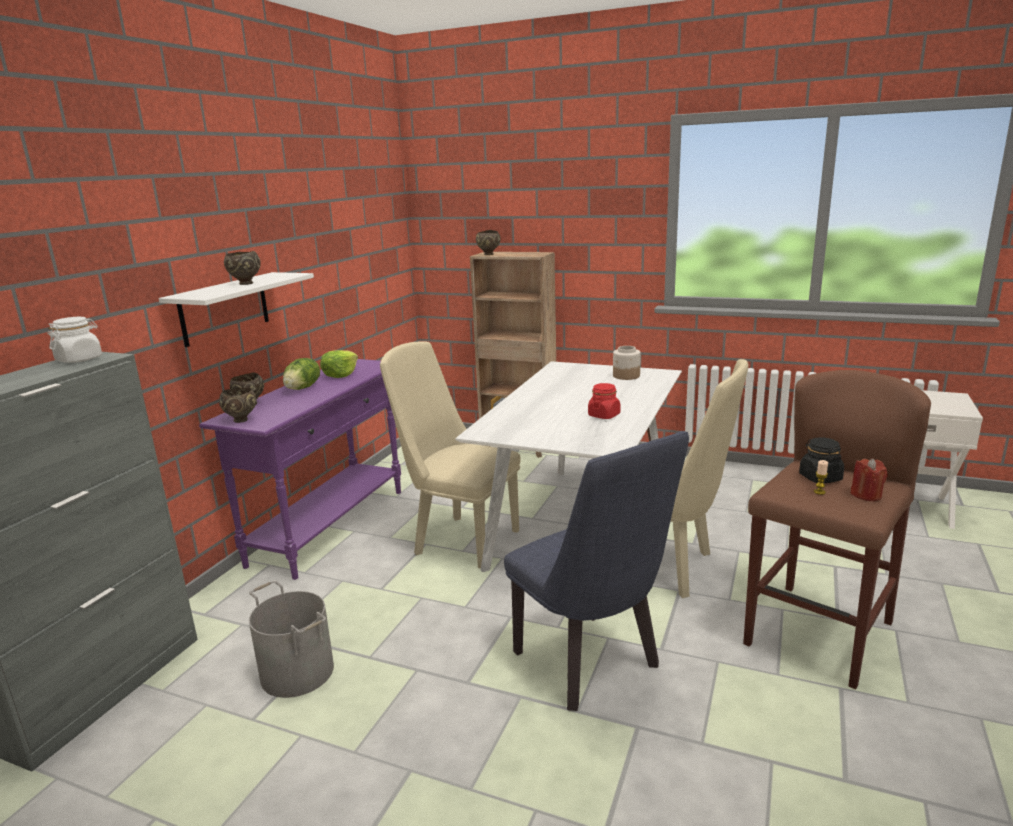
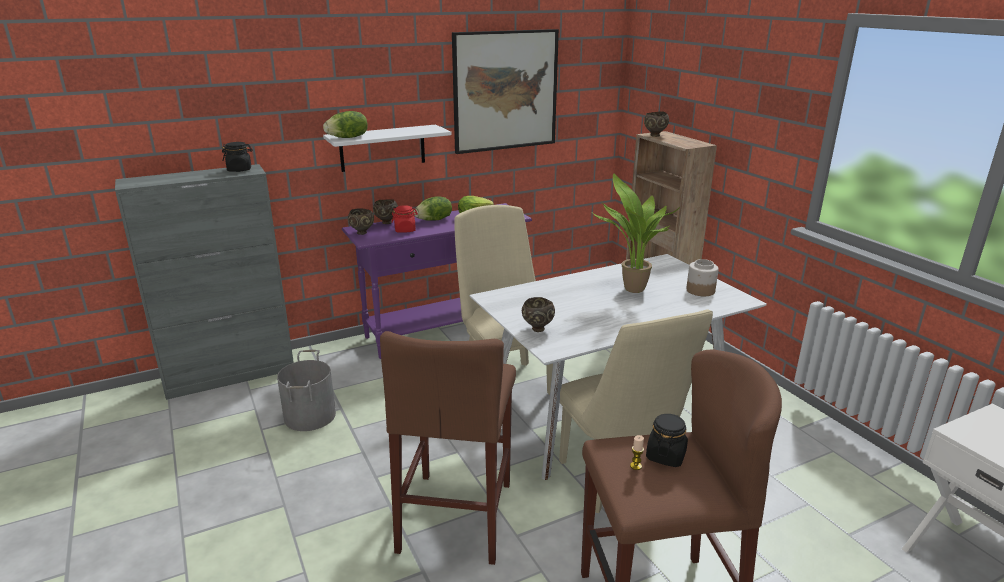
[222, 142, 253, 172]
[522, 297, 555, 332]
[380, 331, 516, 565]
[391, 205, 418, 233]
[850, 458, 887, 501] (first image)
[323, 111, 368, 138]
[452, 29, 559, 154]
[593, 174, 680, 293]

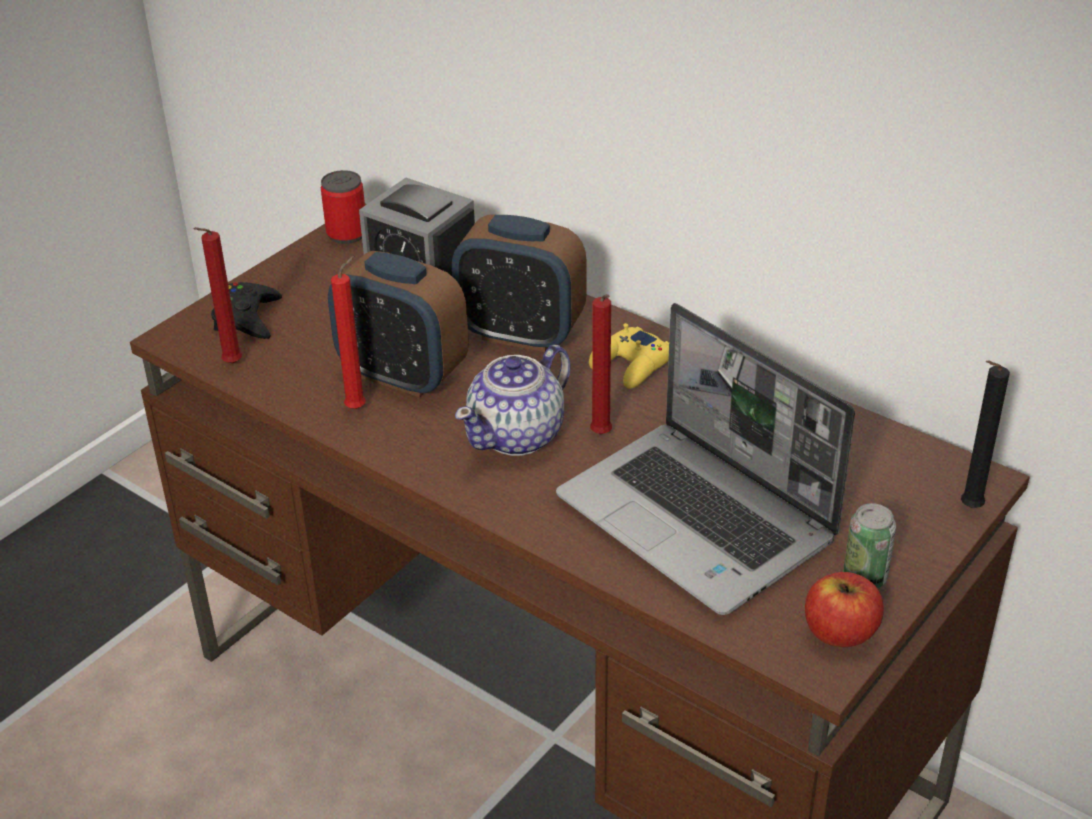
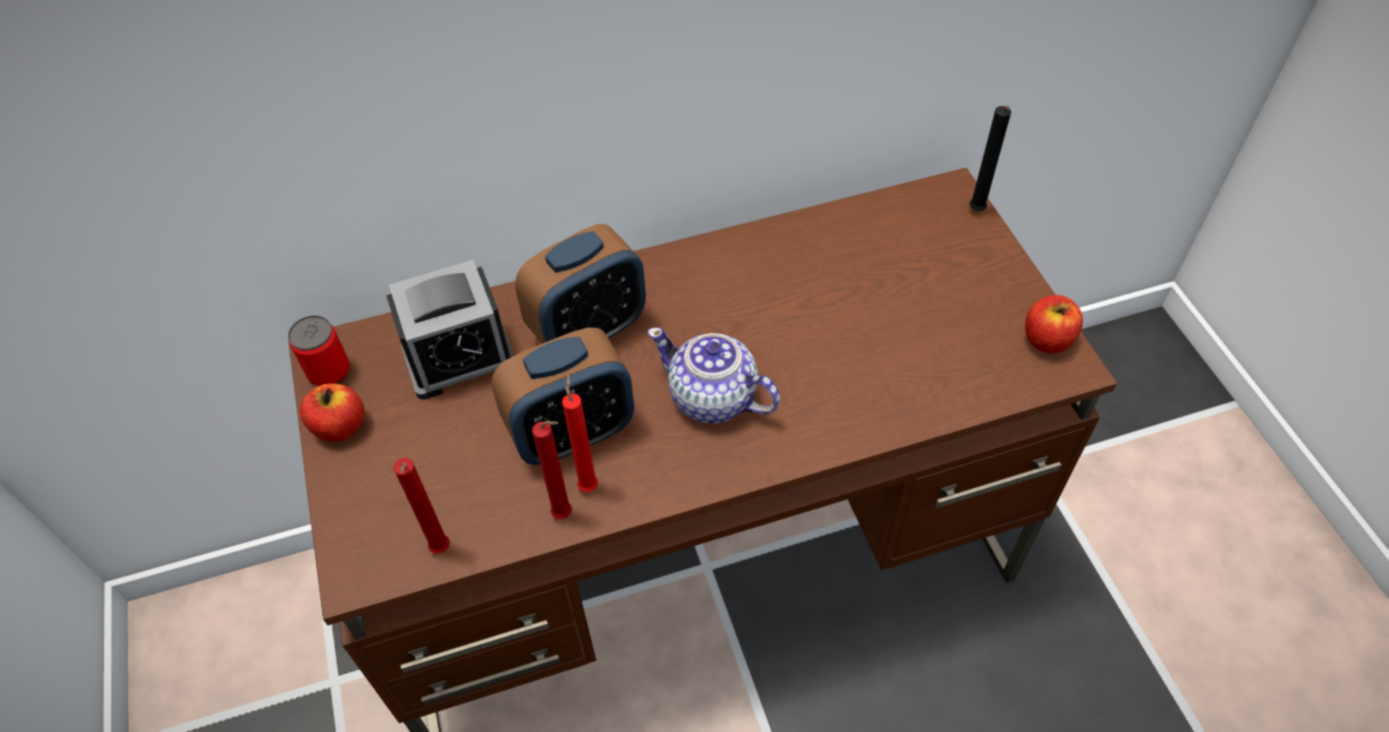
[211, 282, 282, 339] (first image)
[647, 327, 781, 423]
[556, 303, 855, 615] (first image)
[589, 323, 669, 389] (first image)
[532, 420, 572, 519]
[843, 503, 896, 588] (first image)
[300, 383, 365, 442]

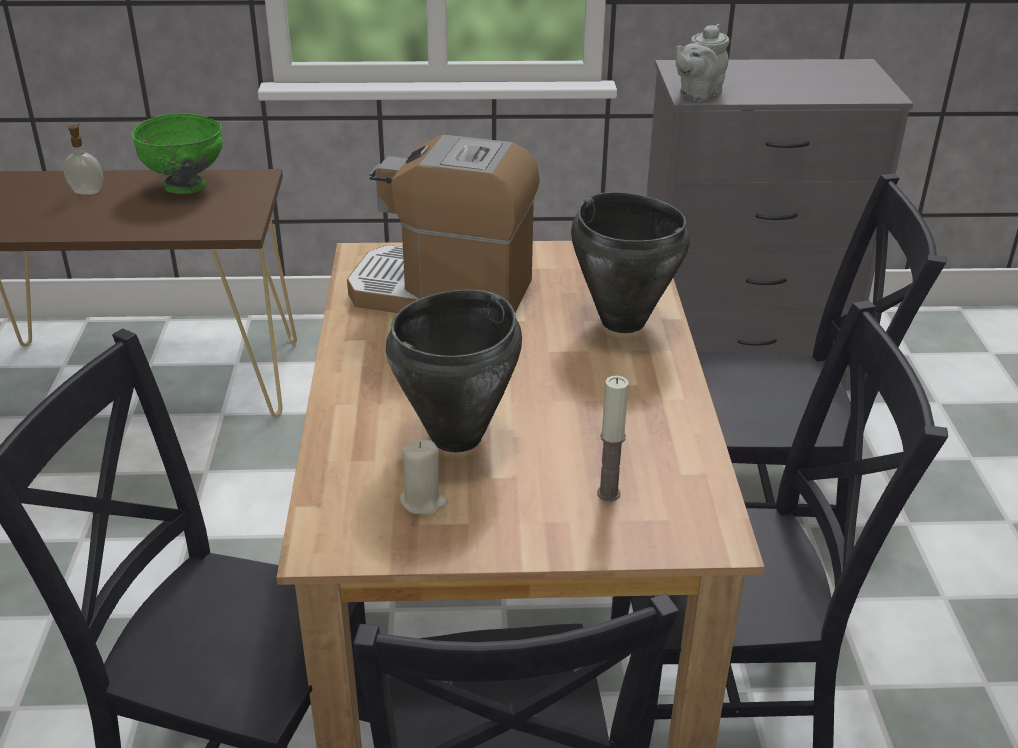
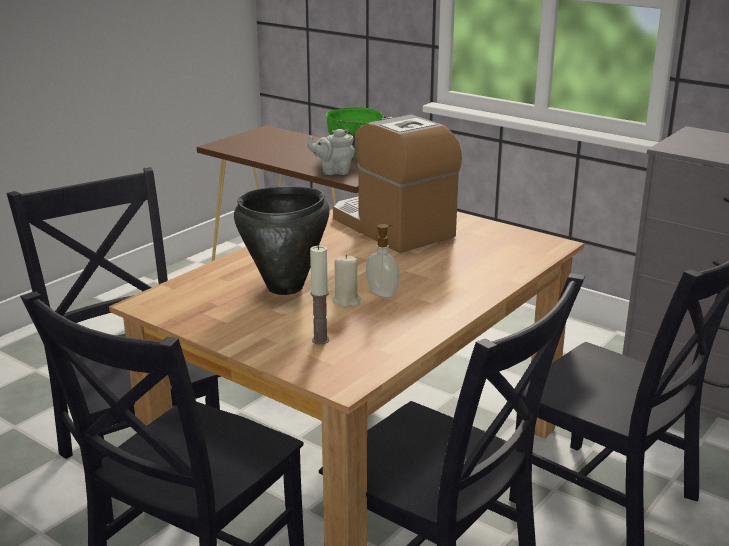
[366, 224, 400, 297]
[333, 255, 361, 307]
[571, 192, 690, 333] (first image)
[307, 129, 355, 175]

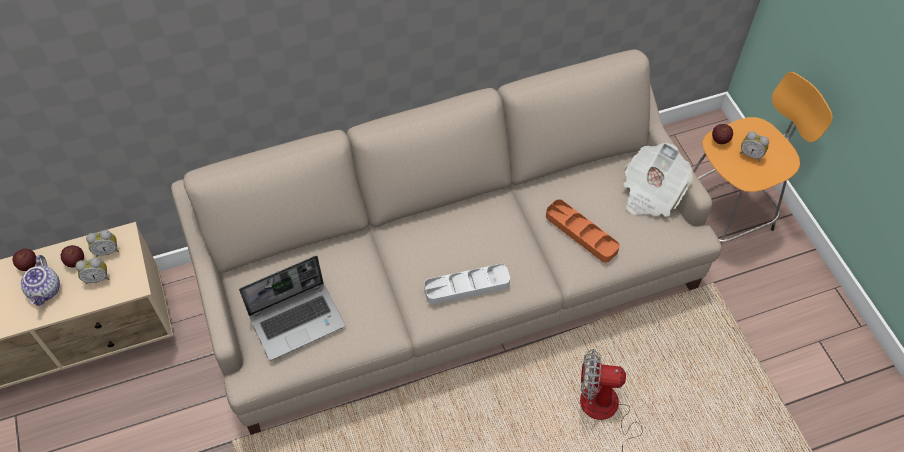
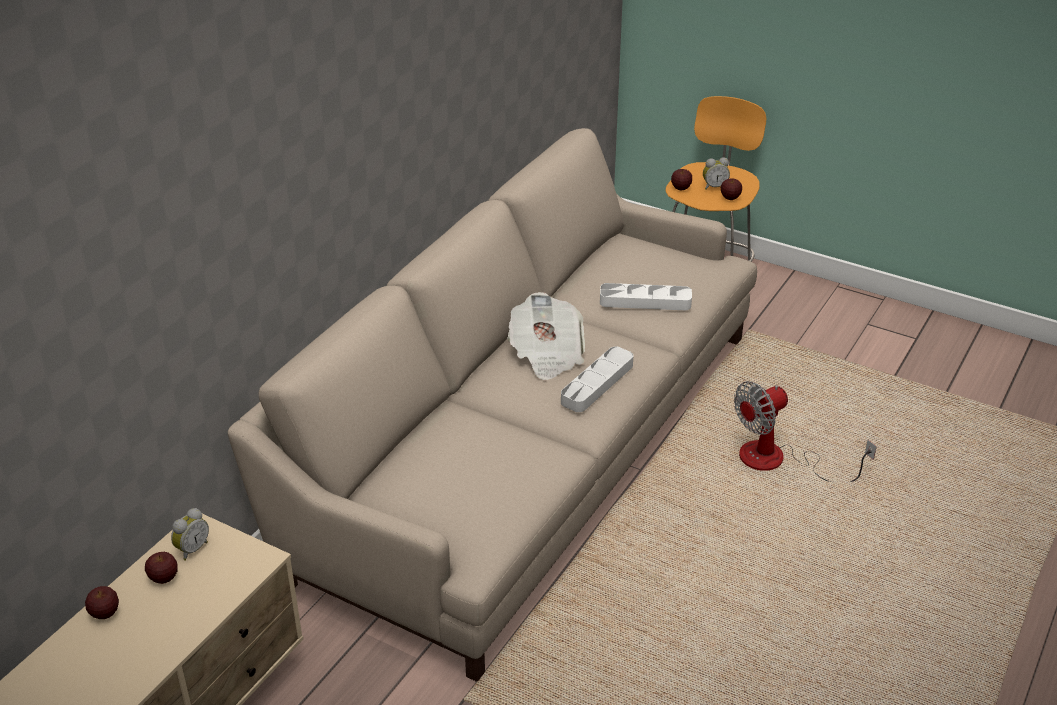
[21, 255, 60, 306] (first image)
[75, 258, 109, 284] (first image)
[239, 256, 345, 360] (first image)
[600, 283, 692, 310]
[507, 292, 585, 380]
[721, 178, 742, 200]

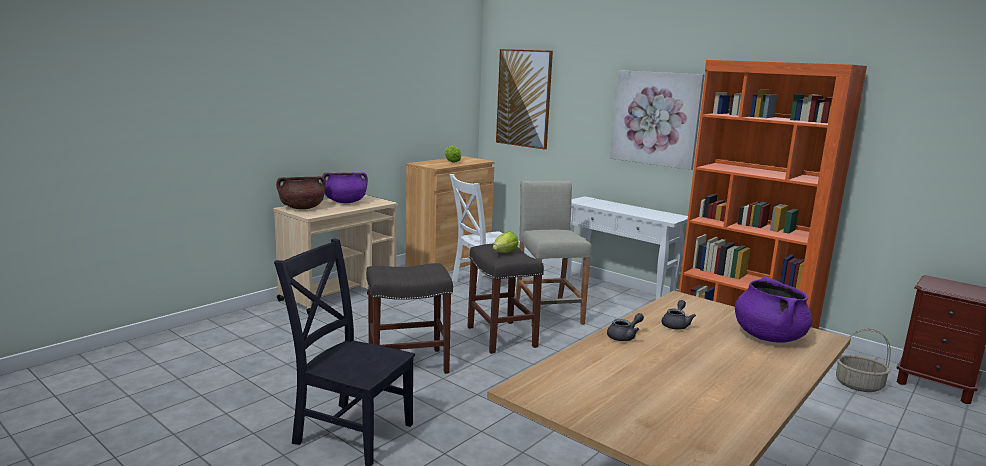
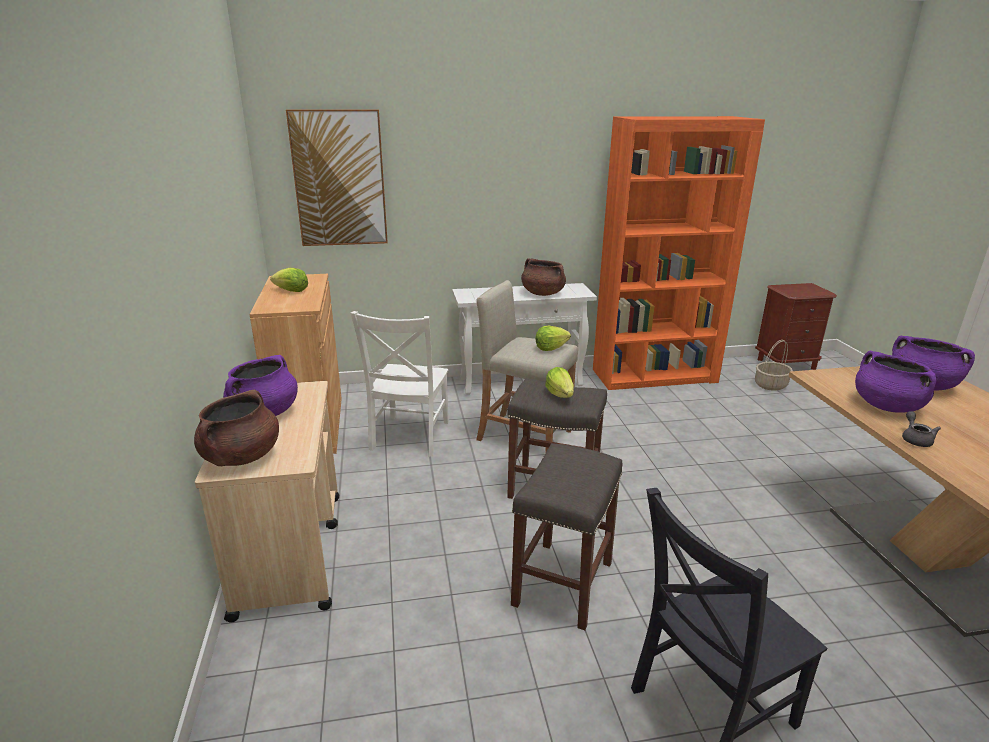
[610, 70, 705, 170] (first image)
[855, 350, 936, 413]
[521, 258, 566, 296]
[536, 326, 571, 351]

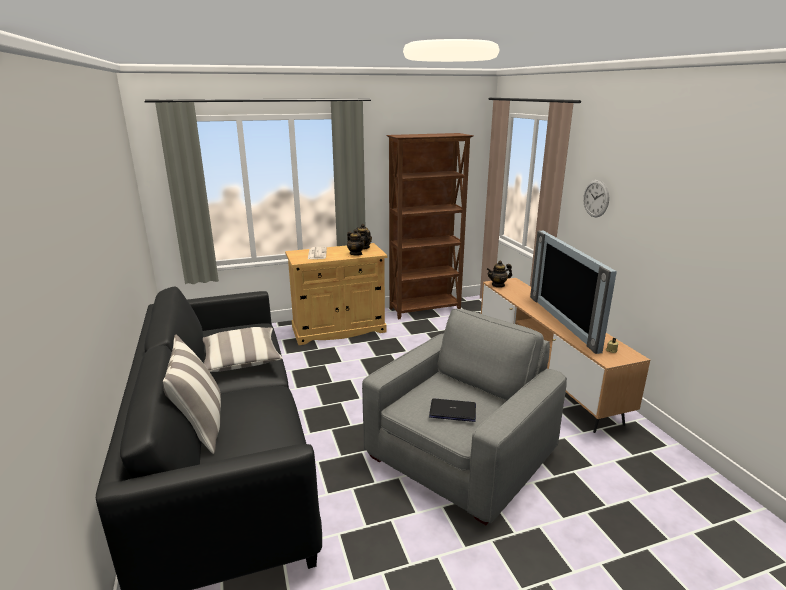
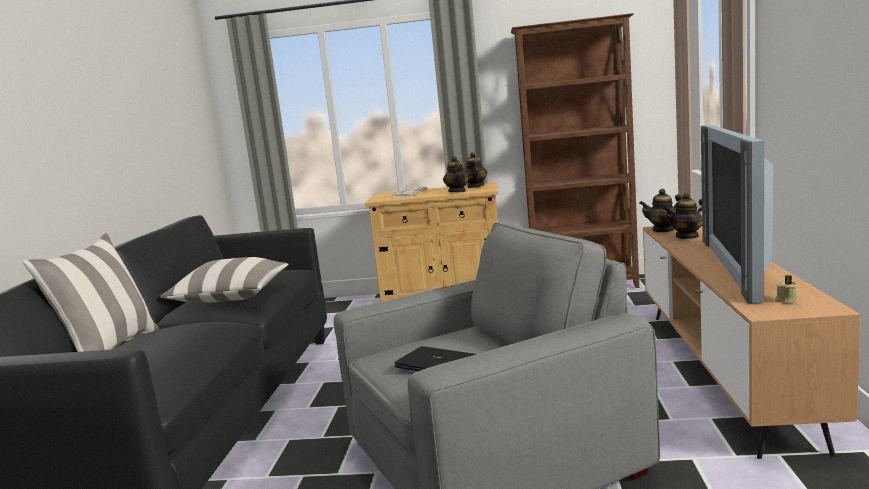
[583, 180, 609, 217] (first image)
[662, 193, 702, 239]

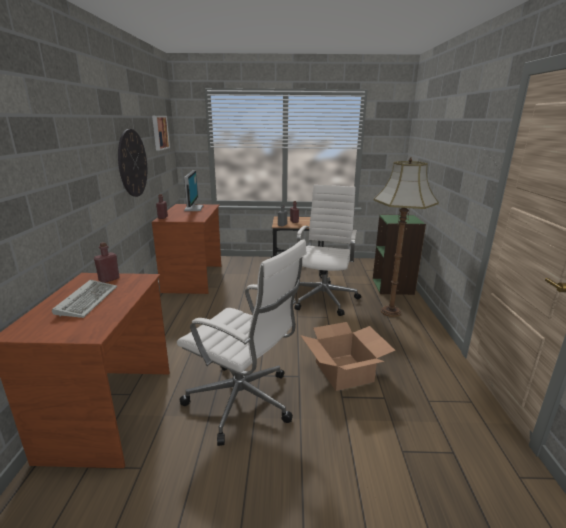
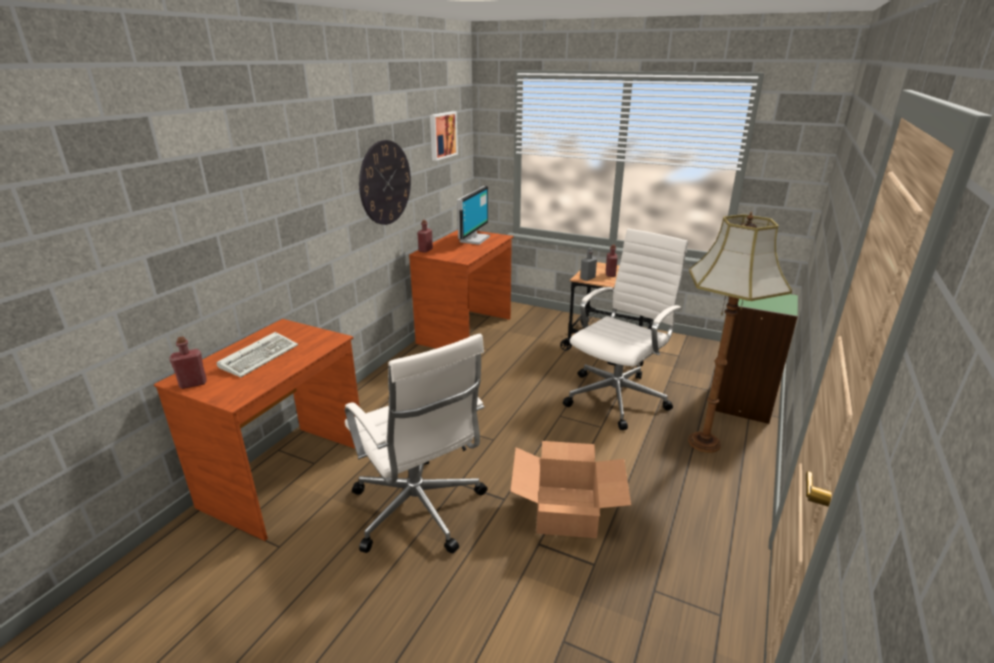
[169, 337, 207, 389]

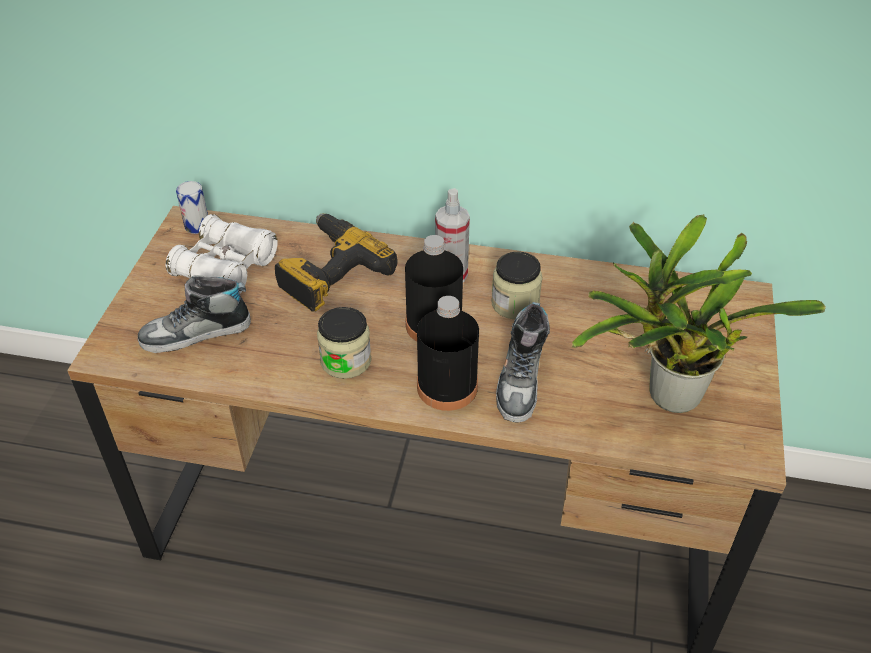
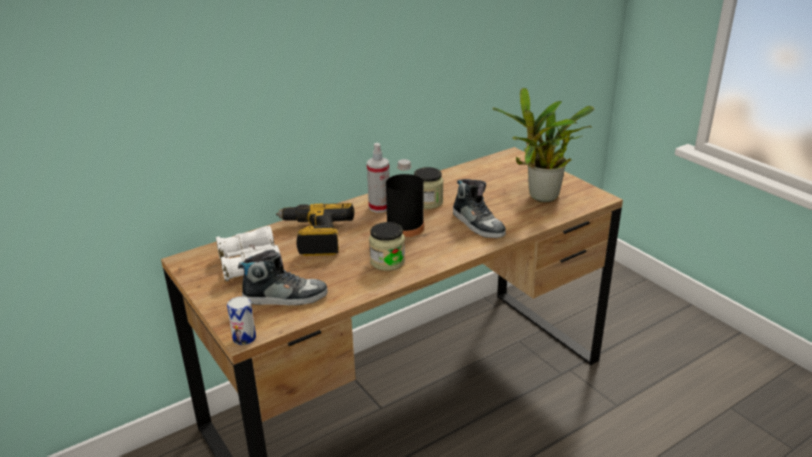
[238, 250, 328, 305]
[227, 296, 256, 345]
[417, 296, 479, 411] (first image)

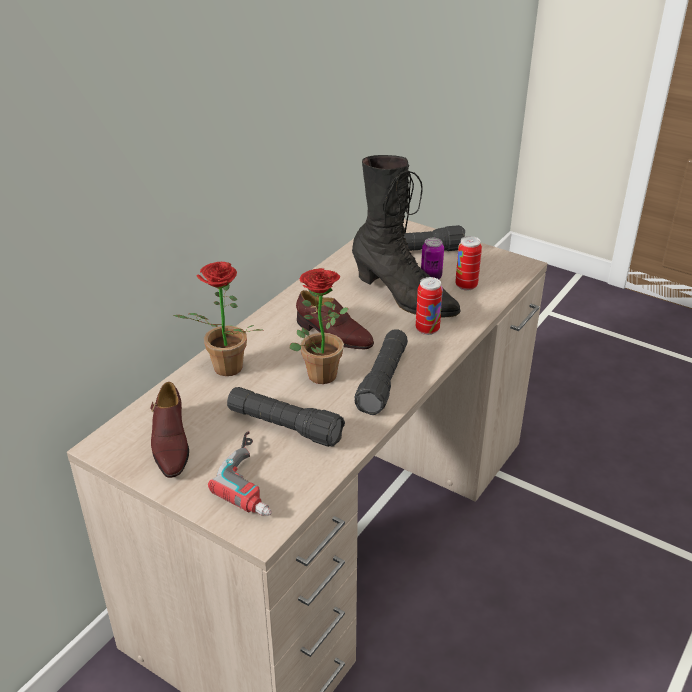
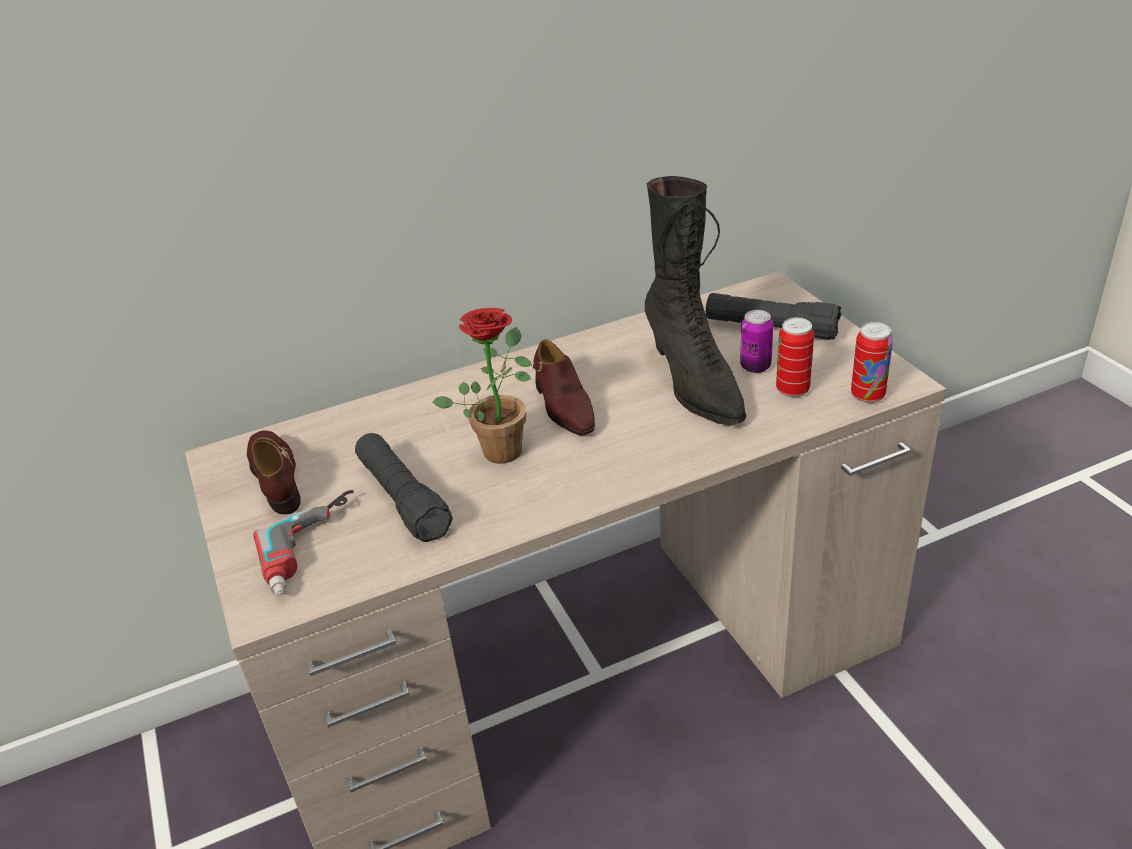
[247, 430, 301, 514]
[173, 262, 262, 376] (first image)
[354, 329, 408, 415] (first image)
[851, 322, 893, 403]

